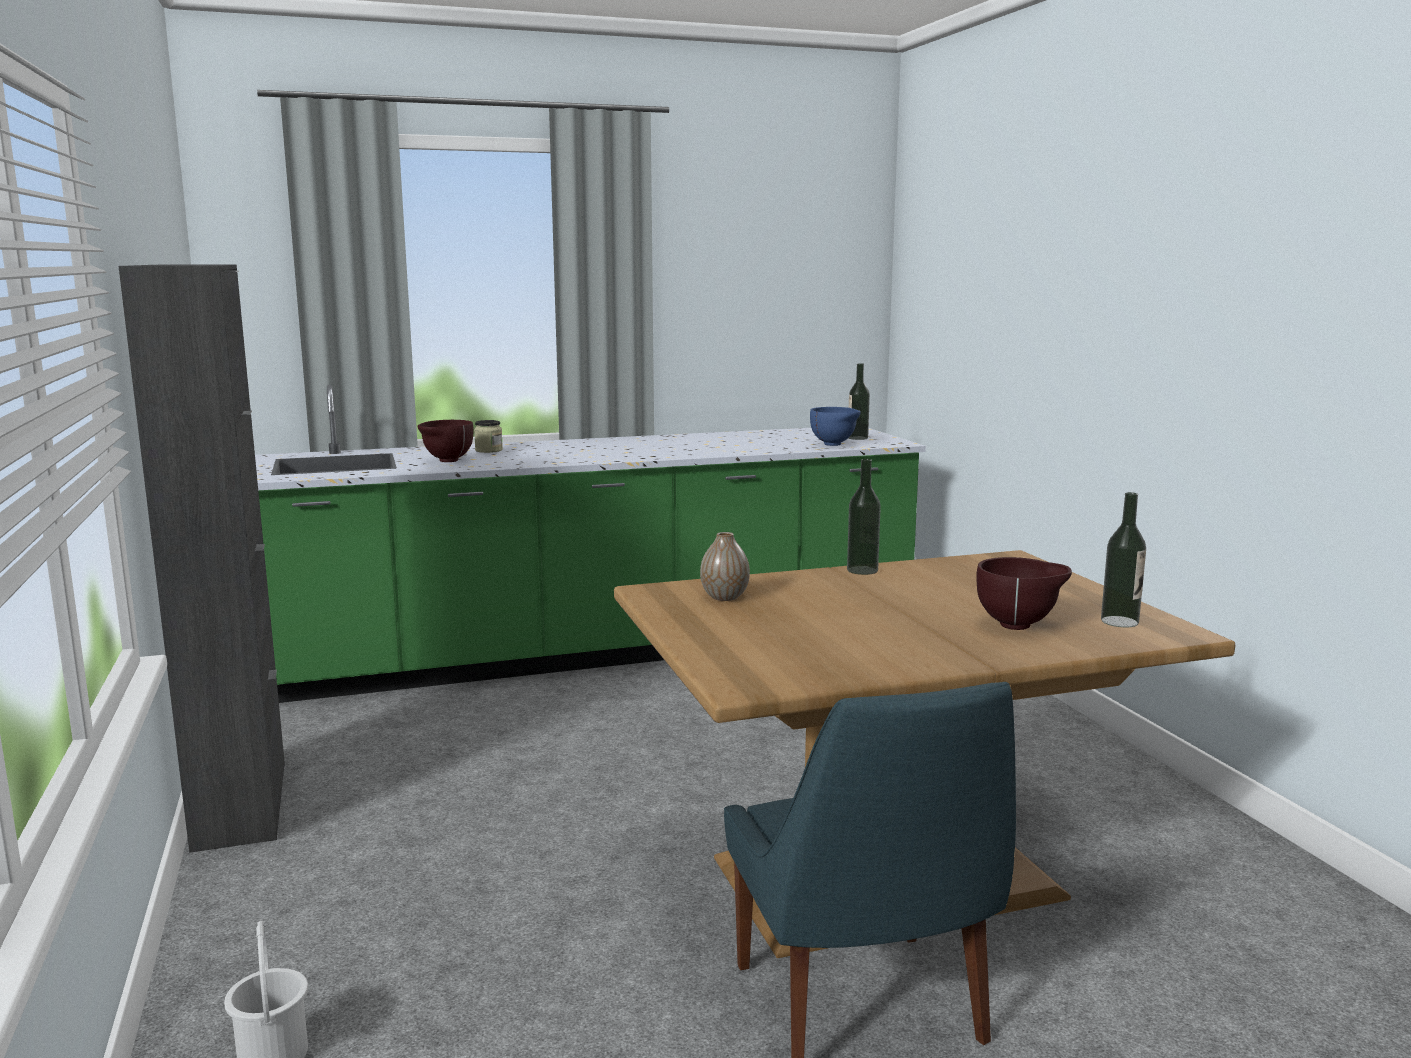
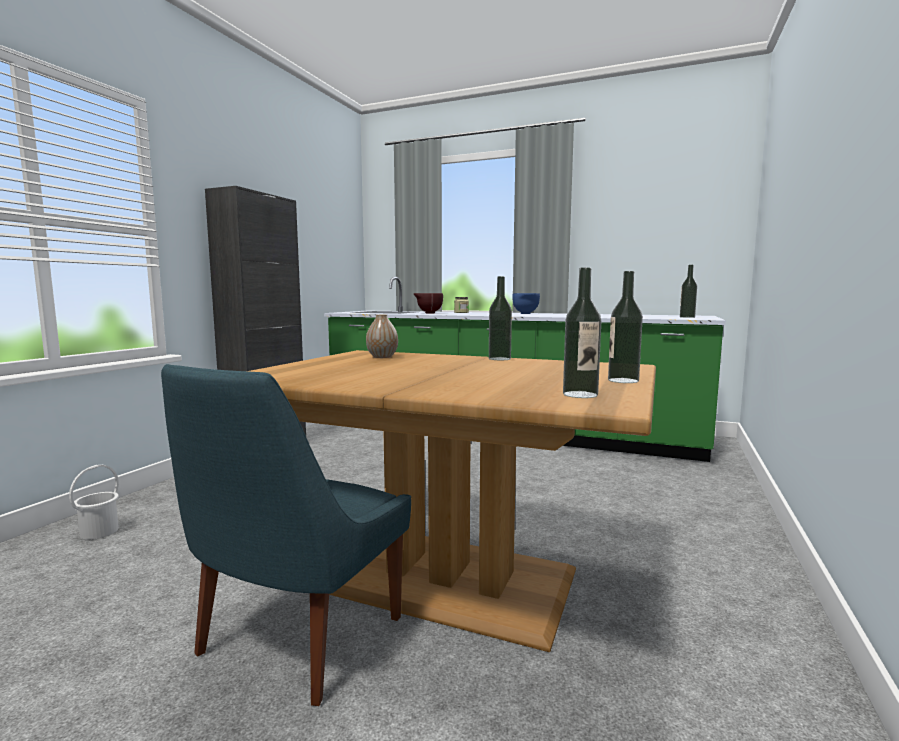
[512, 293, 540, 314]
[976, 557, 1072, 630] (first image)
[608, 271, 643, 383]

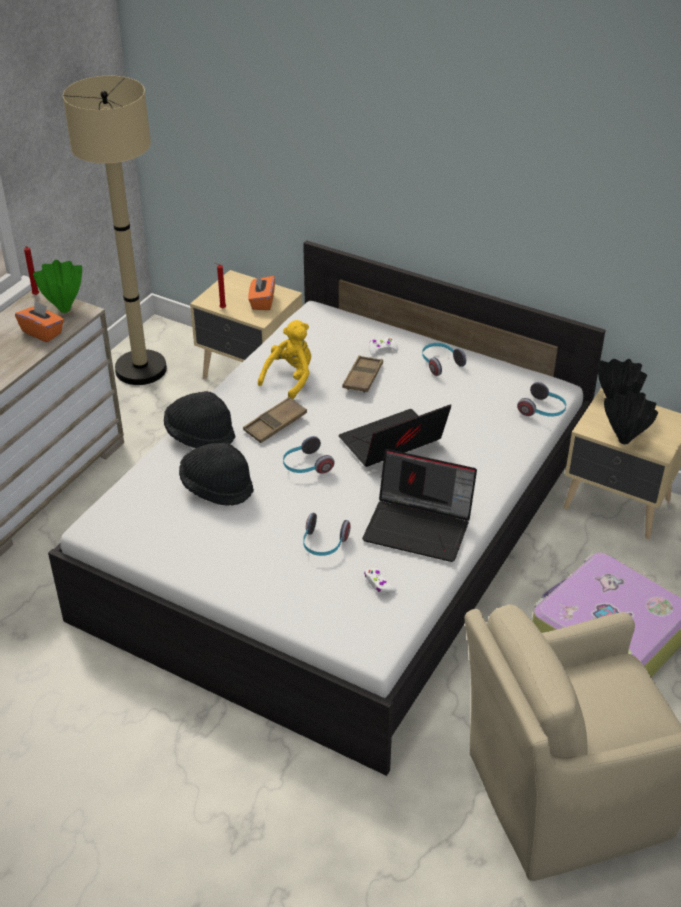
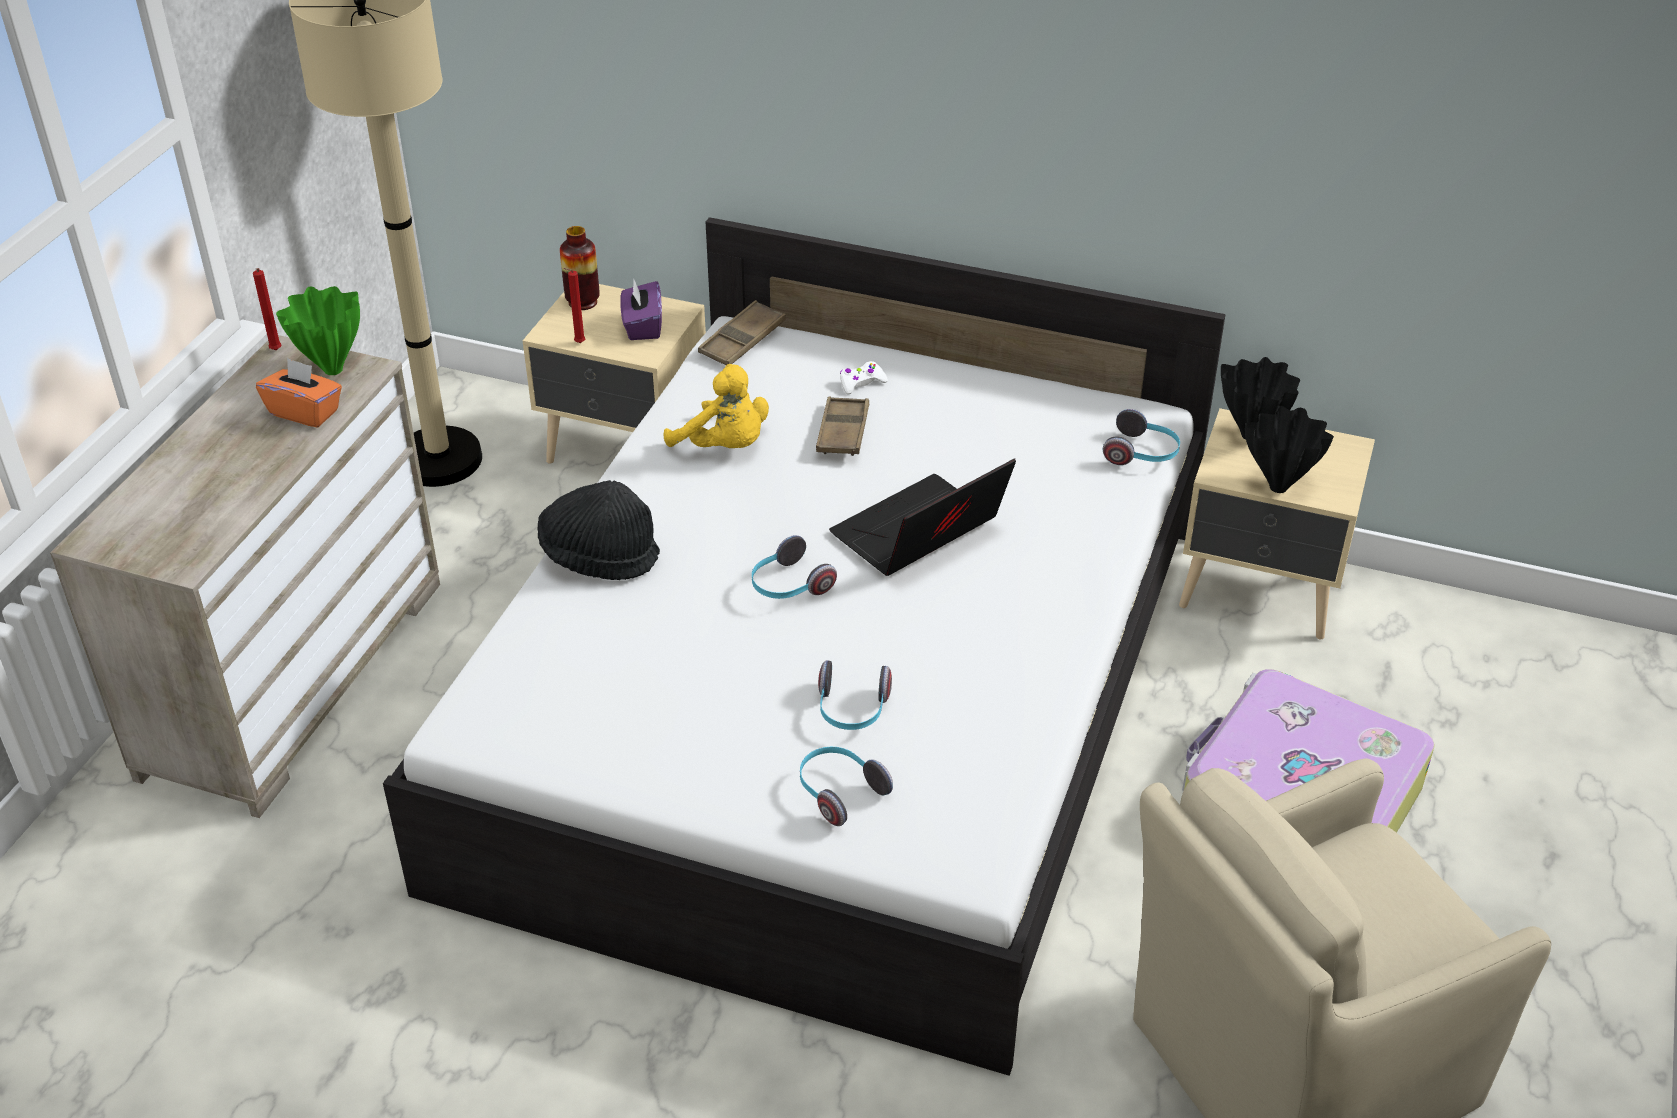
[179, 443, 254, 506] (first image)
[698, 300, 786, 365]
[620, 280, 662, 340]
[663, 364, 769, 448]
[362, 449, 477, 562] (first image)
[364, 568, 397, 593] (first image)
[800, 747, 893, 826]
[560, 226, 600, 310]

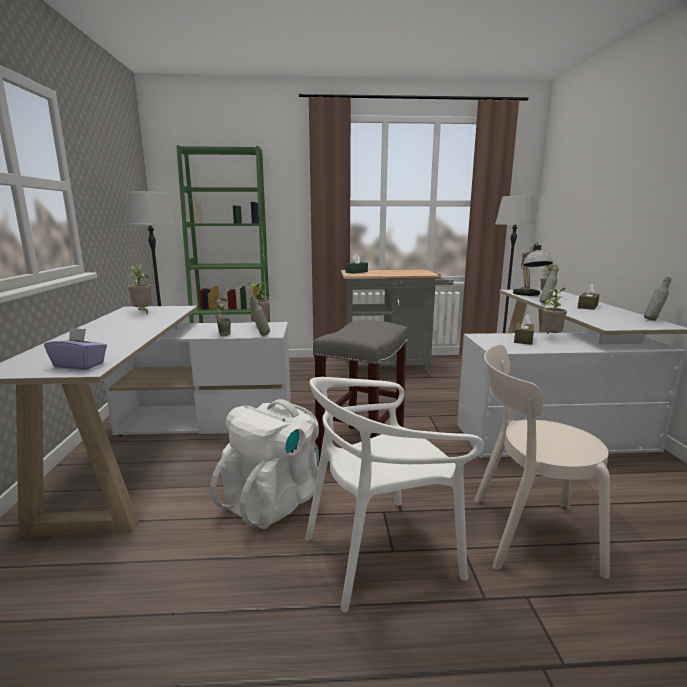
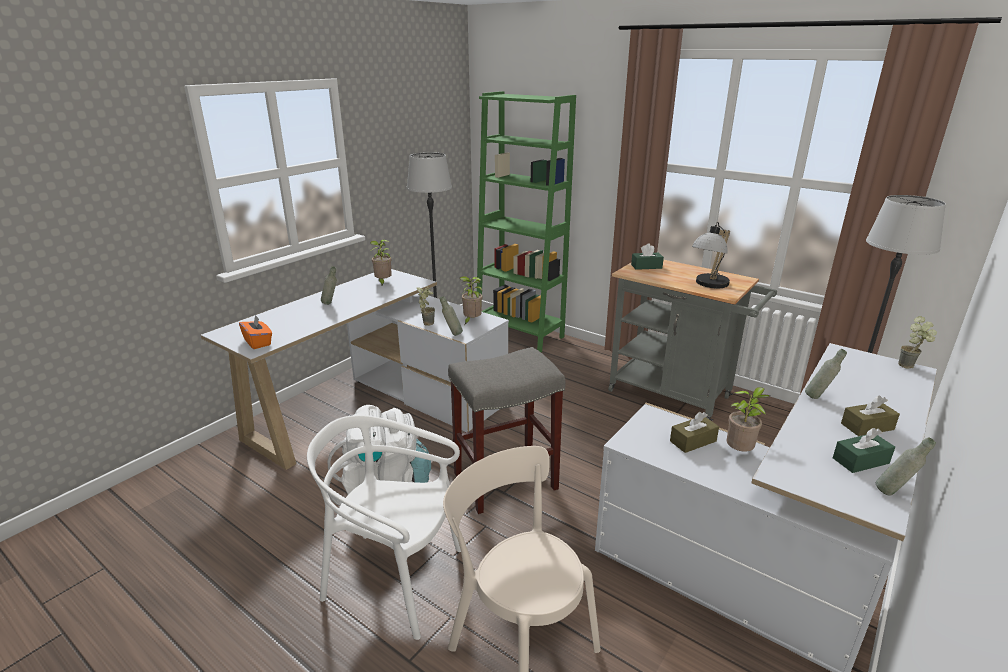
[239, 314, 272, 349]
[692, 222, 730, 288]
[321, 266, 337, 305]
[833, 428, 895, 473]

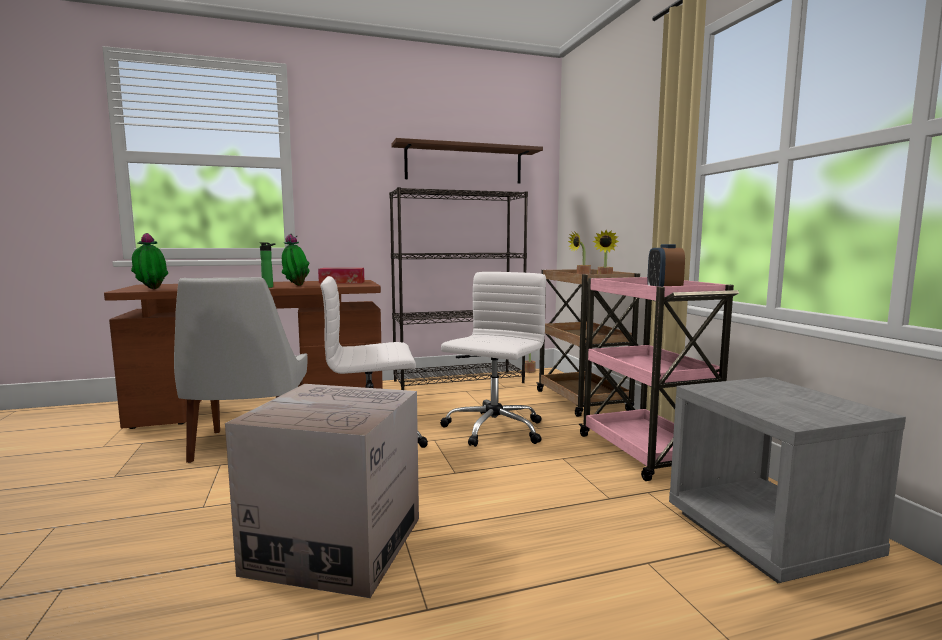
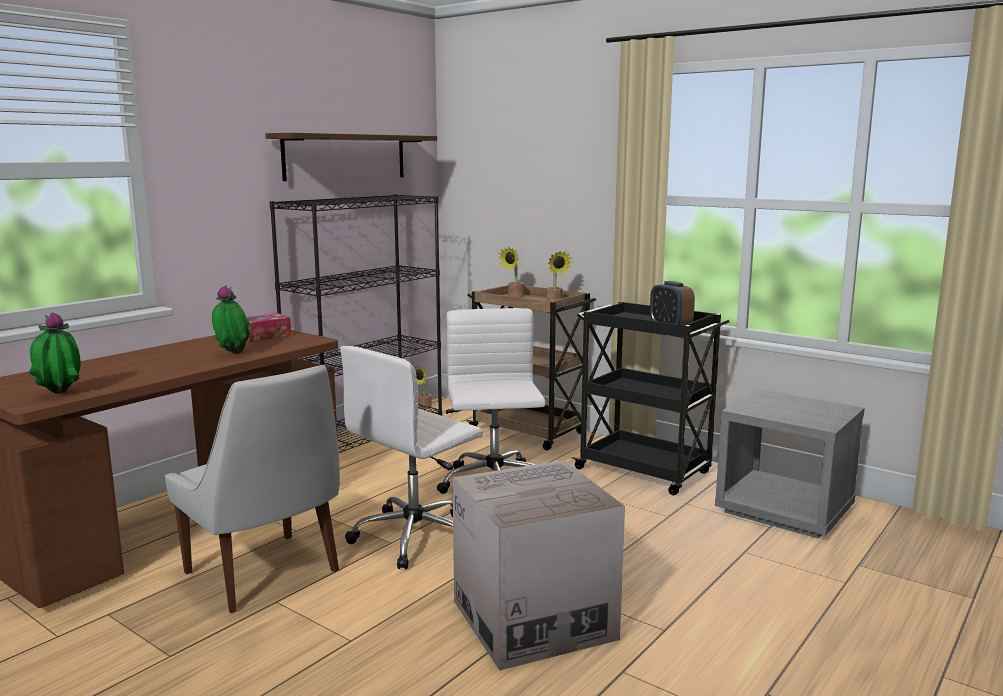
[259, 242, 276, 288] (first image)
[572, 302, 729, 495]

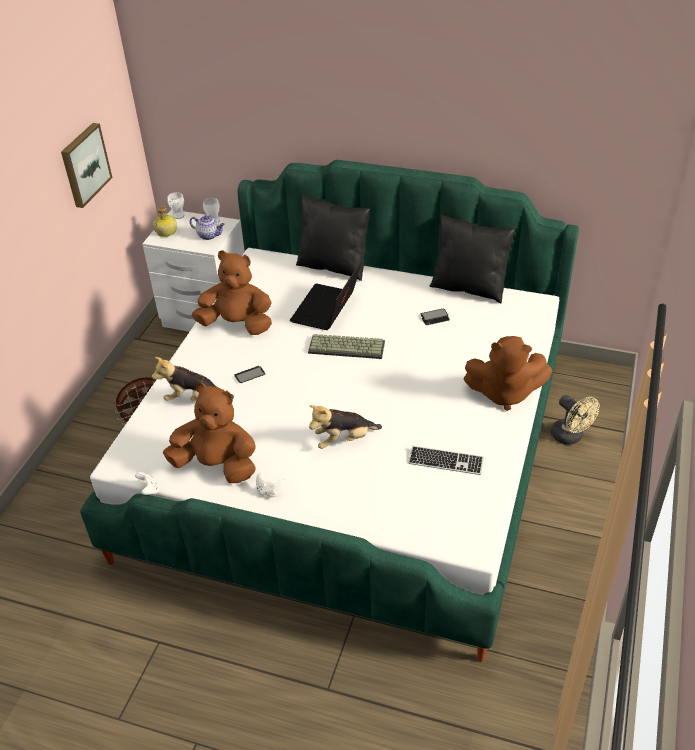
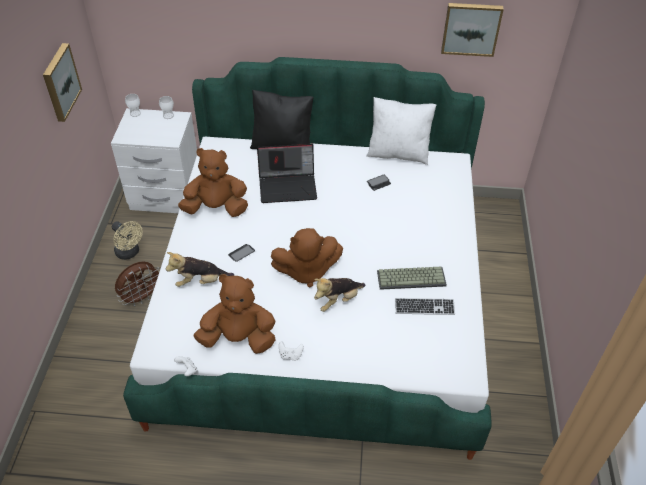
[153, 206, 177, 237] (first image)
[190, 215, 225, 240] (first image)
[257, 144, 317, 203]
[377, 267, 447, 290]
[366, 97, 437, 165]
[271, 228, 343, 287]
[112, 221, 143, 260]
[441, 3, 504, 57]

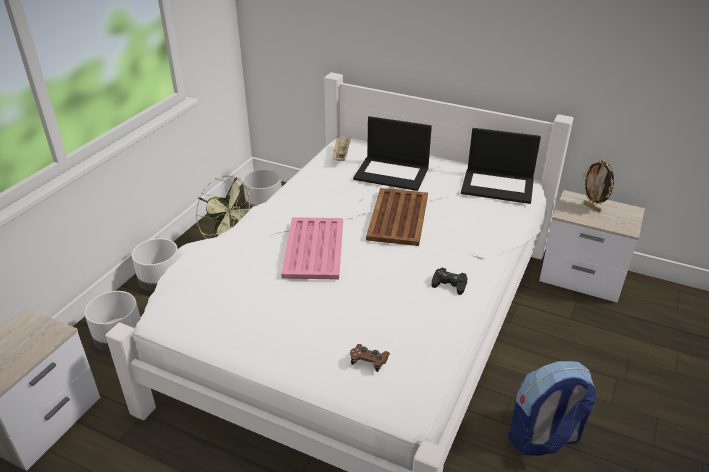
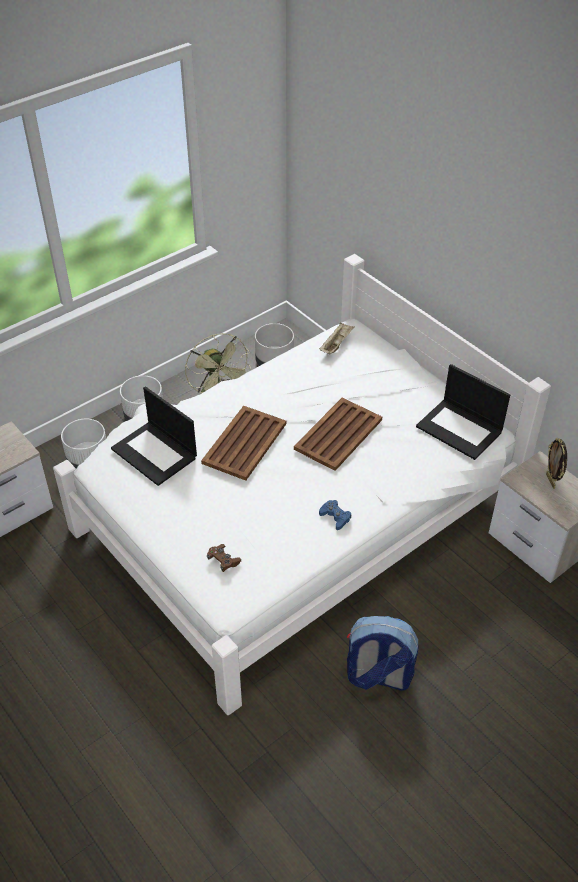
[201, 406, 286, 481]
[111, 386, 197, 486]
[319, 500, 351, 530]

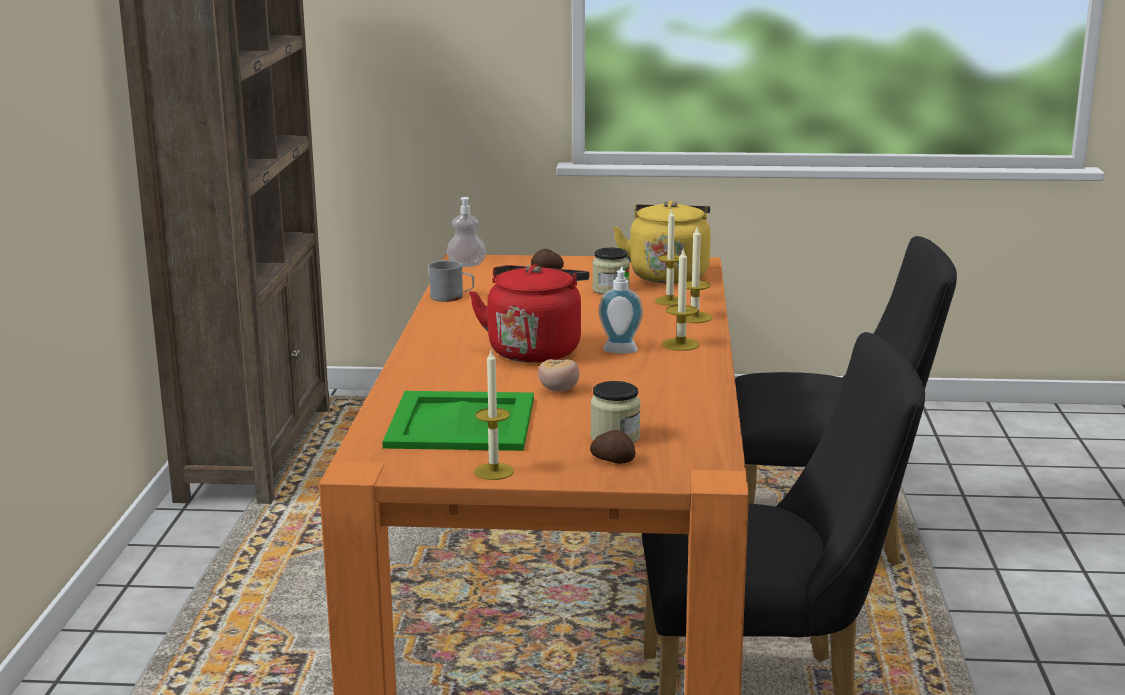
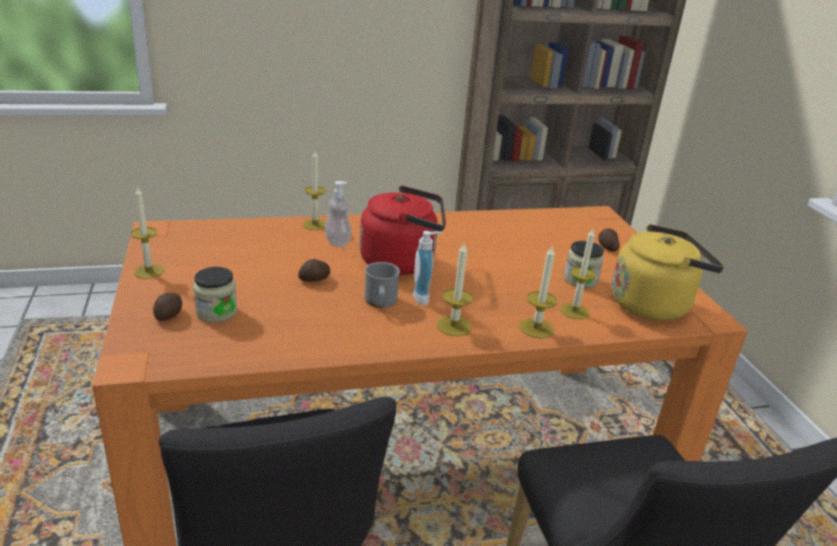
[383, 391, 534, 451] (first image)
[365, 262, 400, 308]
[325, 181, 352, 247]
[298, 259, 330, 282]
[303, 151, 326, 230]

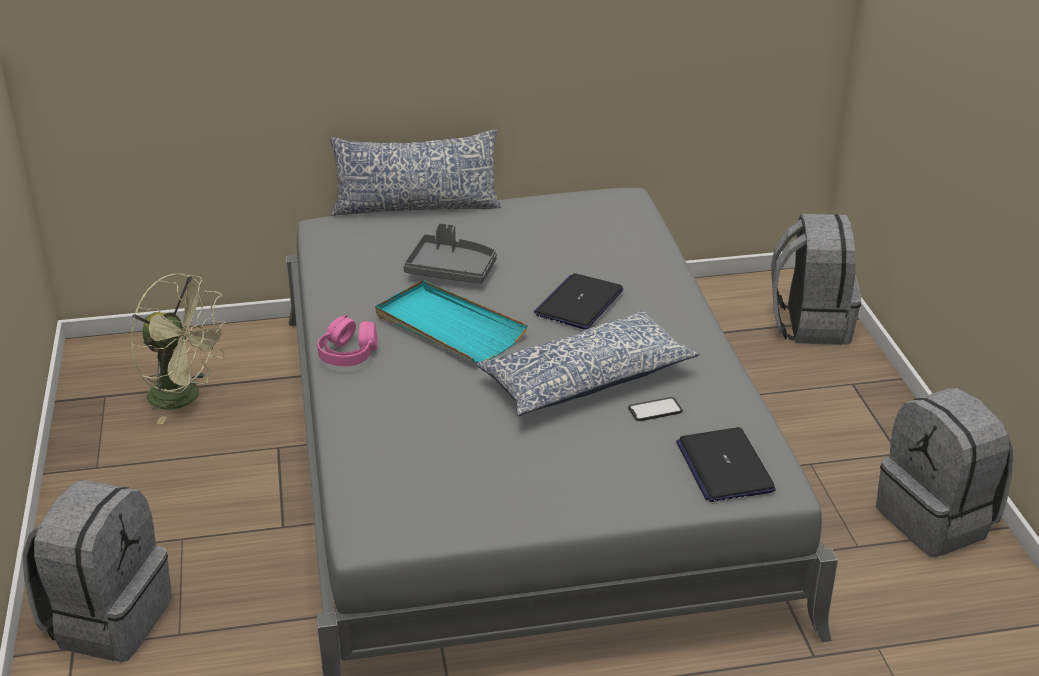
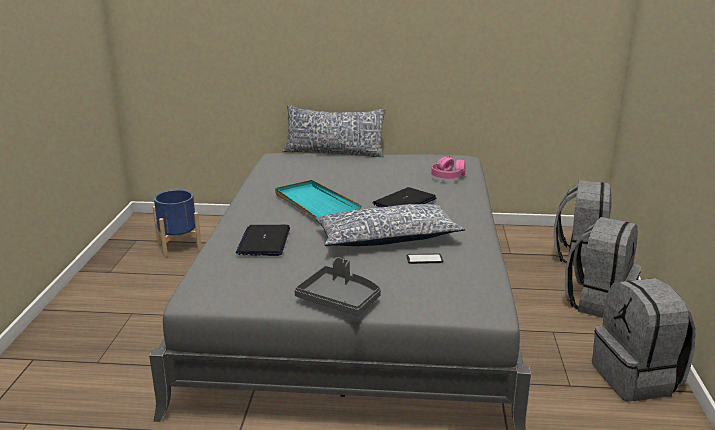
[565, 217, 641, 318]
[153, 190, 202, 257]
[431, 156, 466, 179]
[295, 257, 381, 316]
[236, 225, 290, 256]

